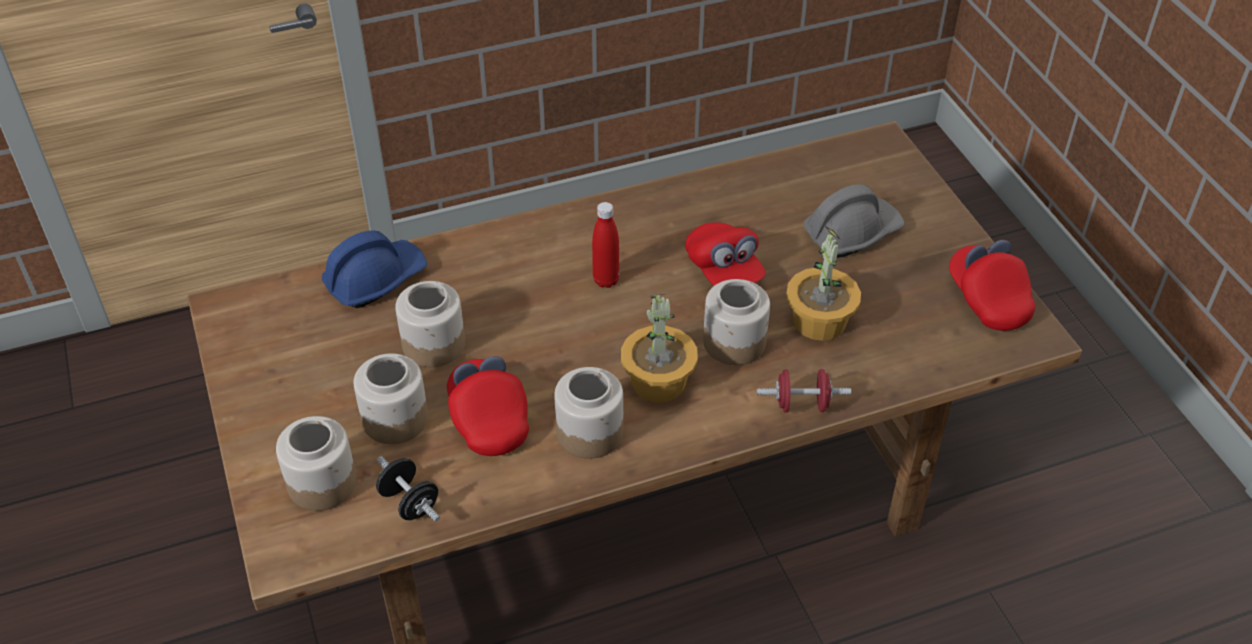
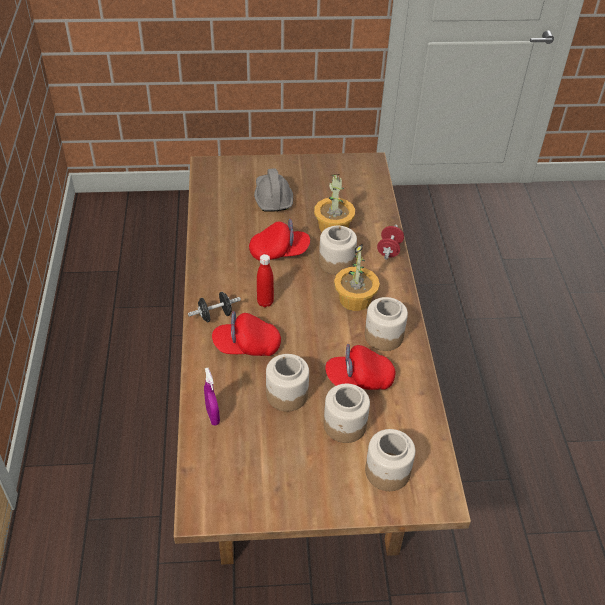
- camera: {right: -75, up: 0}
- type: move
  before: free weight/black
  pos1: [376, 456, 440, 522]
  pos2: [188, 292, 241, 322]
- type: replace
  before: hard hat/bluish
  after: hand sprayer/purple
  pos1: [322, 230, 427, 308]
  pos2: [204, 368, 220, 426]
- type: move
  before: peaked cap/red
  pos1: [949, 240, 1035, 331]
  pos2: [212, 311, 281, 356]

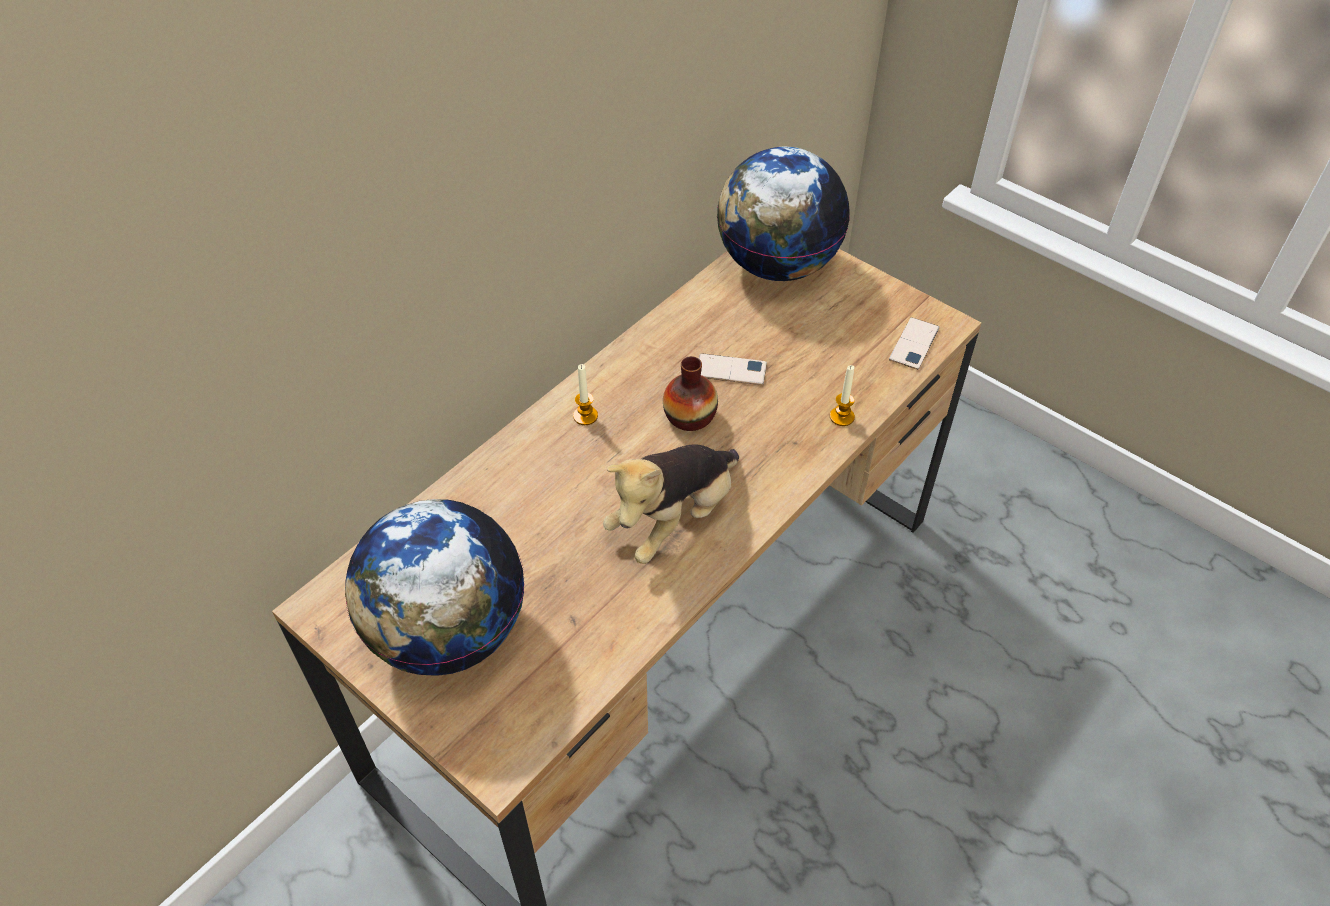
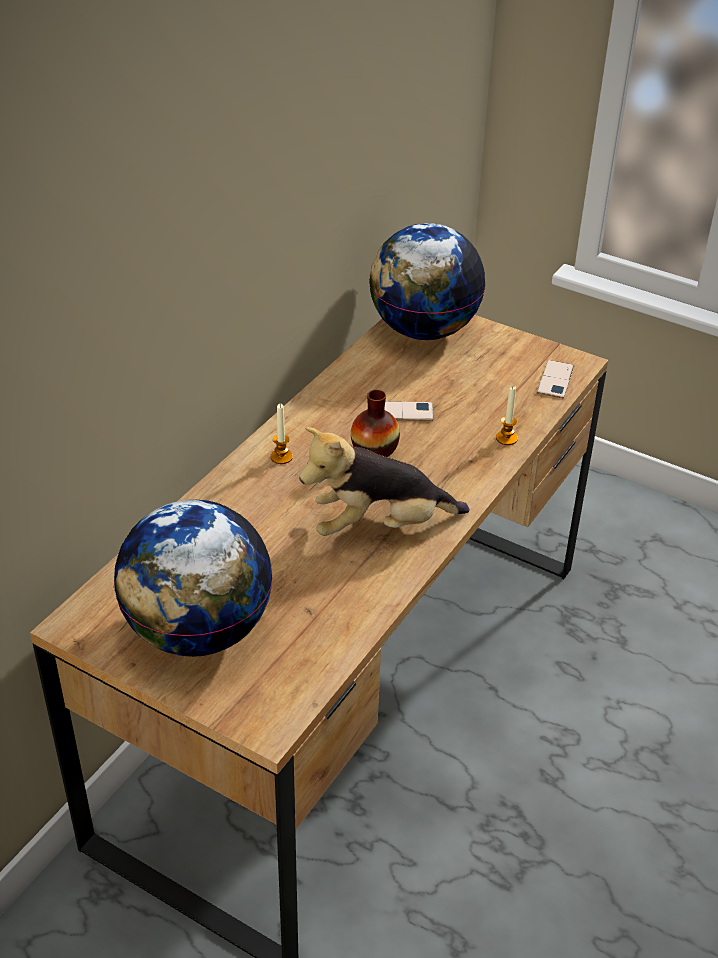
- camera: {right: -10, up: -10}
- type: rotate
  before: cuddly toy
  pos1: [603, 444, 739, 564]
  pos2: [299, 427, 470, 536]
  turn: 45

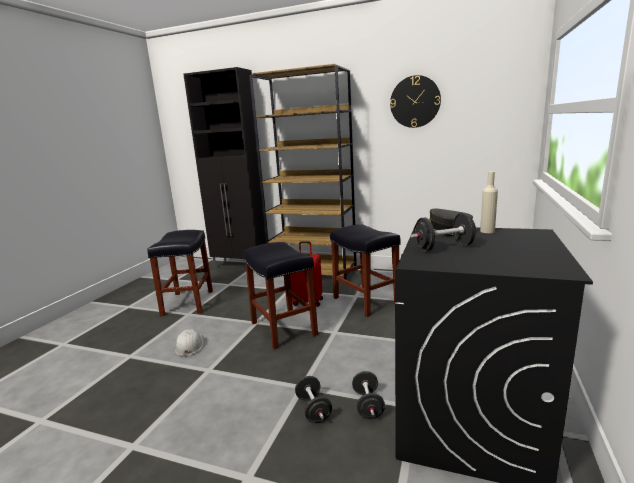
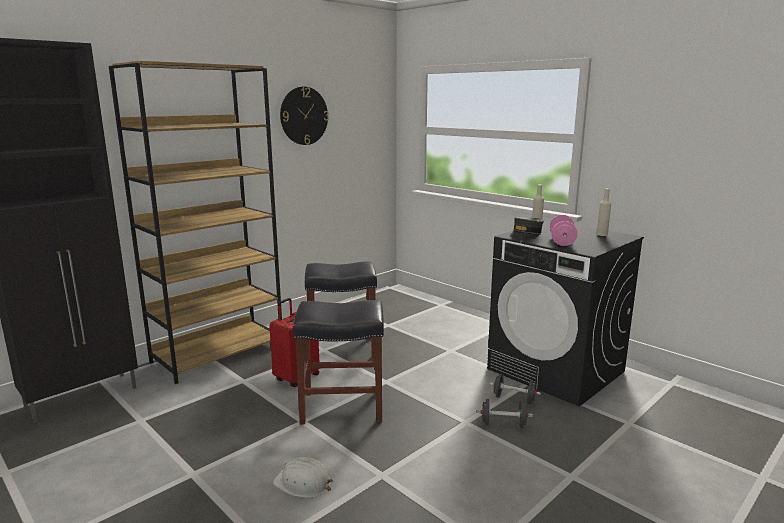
- camera: {right: -65, up: 0}
- type: recolor
  before: free weight/black
  after: free weight/pink-coloured
  pos1: [411, 213, 477, 251]
  pos2: [550, 215, 578, 246]
- type: insert
  after: drink bottle/beige-coloured
  pos2: [597, 189, 611, 236]
- type: delete
  before: stool/black
  pos1: [148, 230, 213, 316]

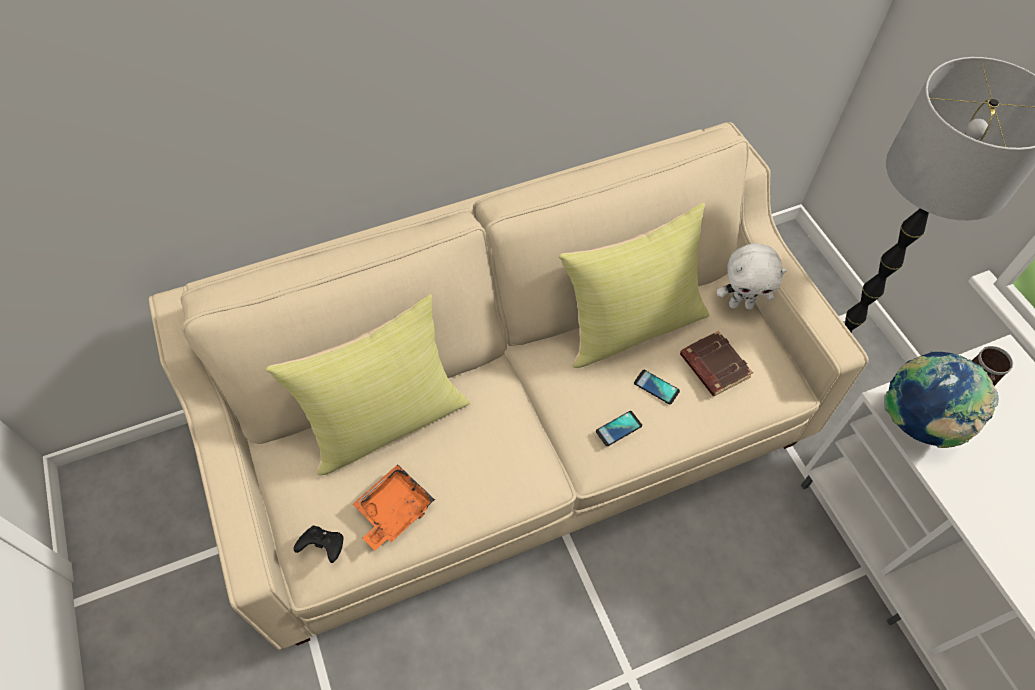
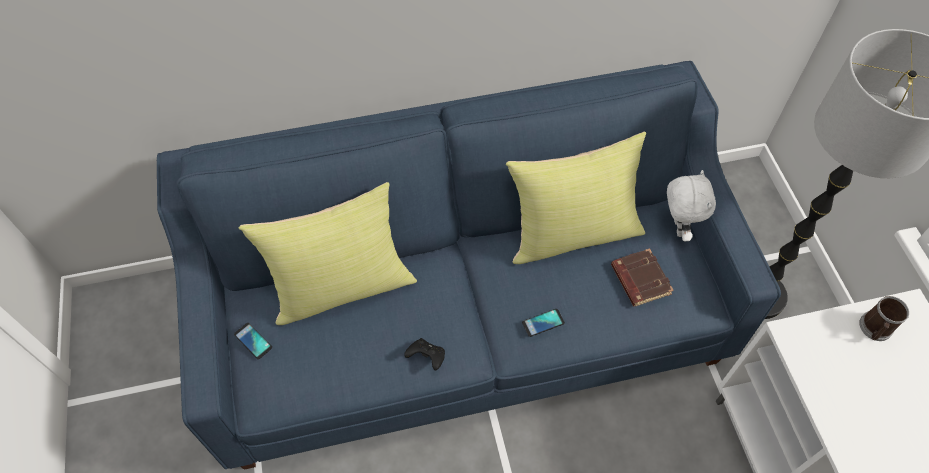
- camera: {right: 10, up: 0}
- type: recolor
  before: sofa/beige-coloured
  after: sofa/bluish
  pos1: [149, 122, 869, 650]
  pos2: [157, 61, 781, 470]
- type: move
  before: phone
  pos1: [634, 370, 680, 404]
  pos2: [234, 323, 272, 359]
- type: move
  before: gamepad/black
  pos1: [294, 525, 343, 563]
  pos2: [404, 338, 445, 370]
- type: rotate
  before: cuddly toy/white
  pos1: [717, 243, 787, 310]
  pos2: [667, 170, 716, 241]
  turn: -105
- type: delete
  before: carrying tray/orange
  pos1: [353, 464, 435, 551]
- type: delete
  before: world globe
  pos1: [884, 351, 999, 448]

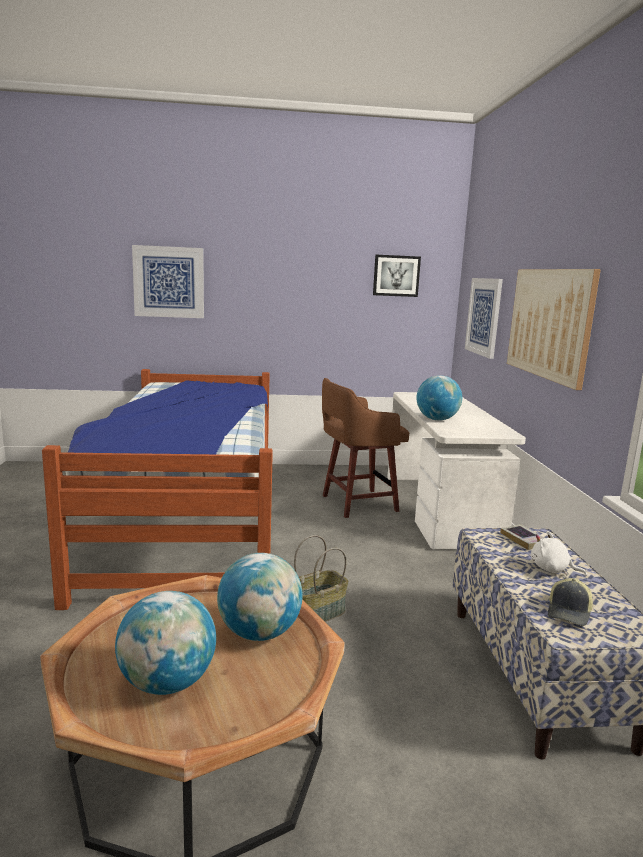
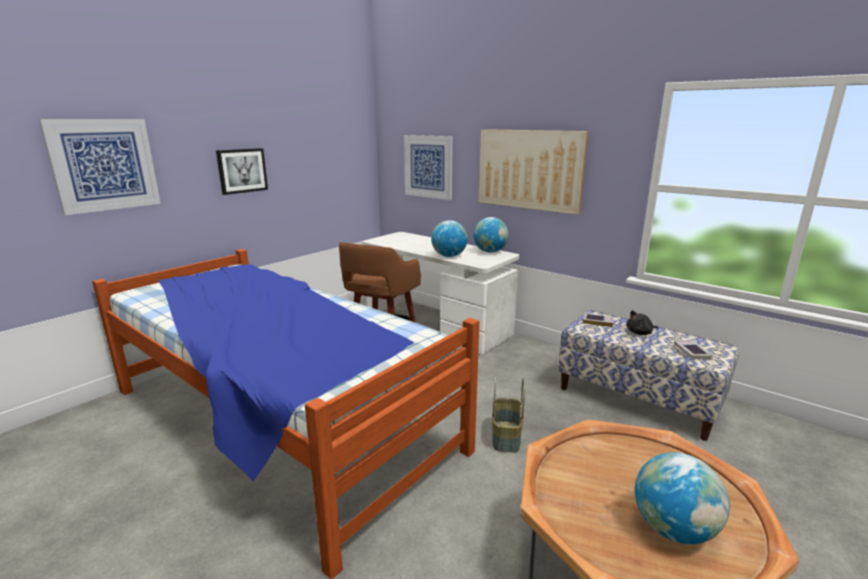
- camera: {right: -45, up: 5}
- type: move
  before: wall art
  pos1: [373, 255, 421, 297]
  pos2: [216, 148, 268, 195]
- type: move
  before: world globe
  pos1: [217, 553, 303, 641]
  pos2: [473, 217, 509, 253]
- type: recolor
  before: cuddly toy/white
  after: cuddly toy/black
  pos1: [531, 531, 587, 576]
  pos2: [627, 310, 658, 335]
- type: replace
  before: peaked cap
  after: book
  pos1: [548, 578, 593, 626]
  pos2: [674, 340, 712, 360]

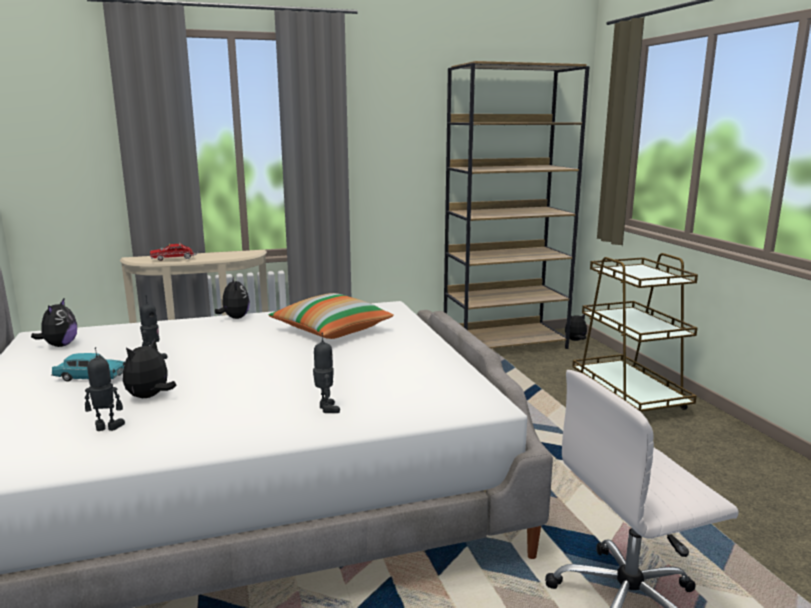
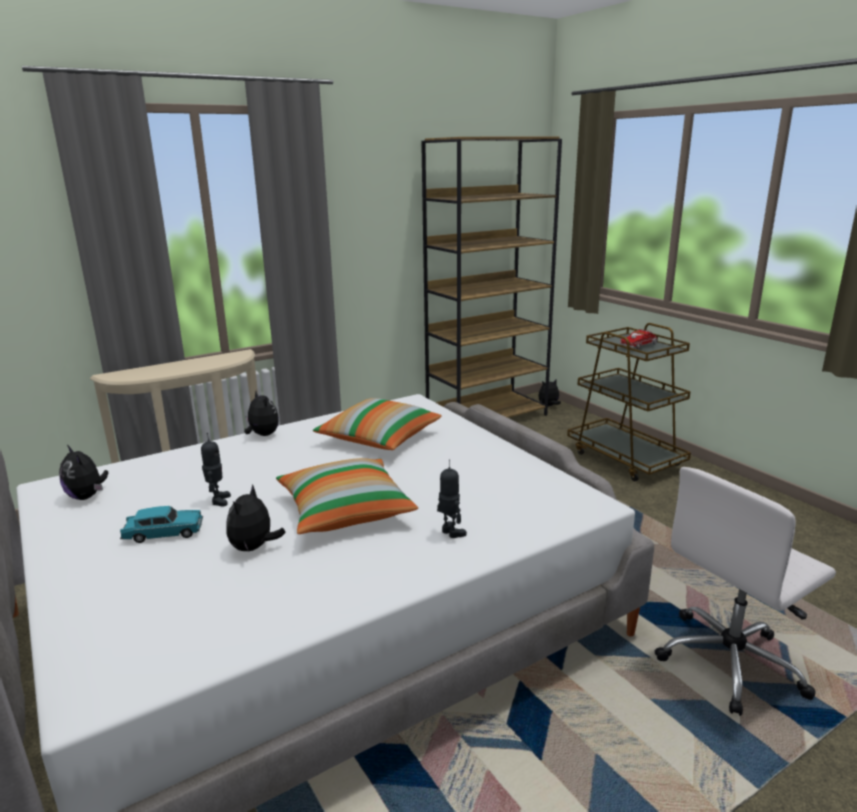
- camera: {right: -15, up: 5}
- type: rotate
  before: cuddly toy
  pos1: [31, 299, 77, 347]
  pos2: [59, 445, 108, 500]
  turn: 150
- type: insert
  after: pillow
  pos2: [276, 458, 418, 534]
- type: move
  before: toy truck
  pos1: [150, 242, 198, 261]
  pos2: [620, 329, 658, 349]
- type: delete
  before: robot figure
  pos1: [85, 347, 125, 431]

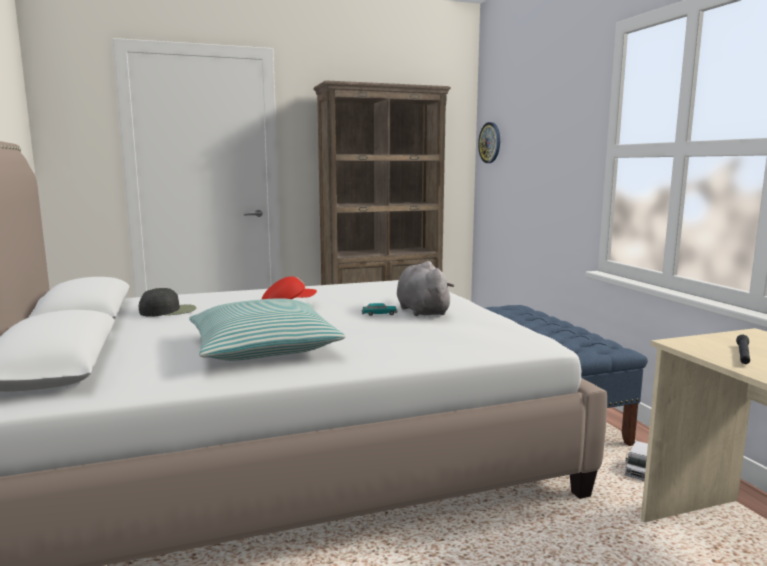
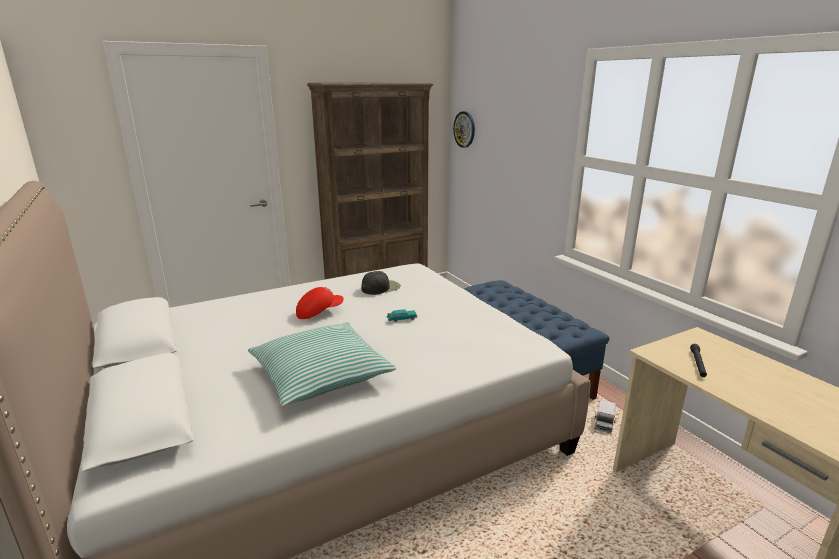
- camera: {right: -10, up: 10}
- type: move
  before: peaked cap/black
  pos1: [139, 288, 196, 317]
  pos2: [361, 271, 401, 295]
- type: delete
  before: cuddly toy/gray
  pos1: [397, 261, 454, 316]

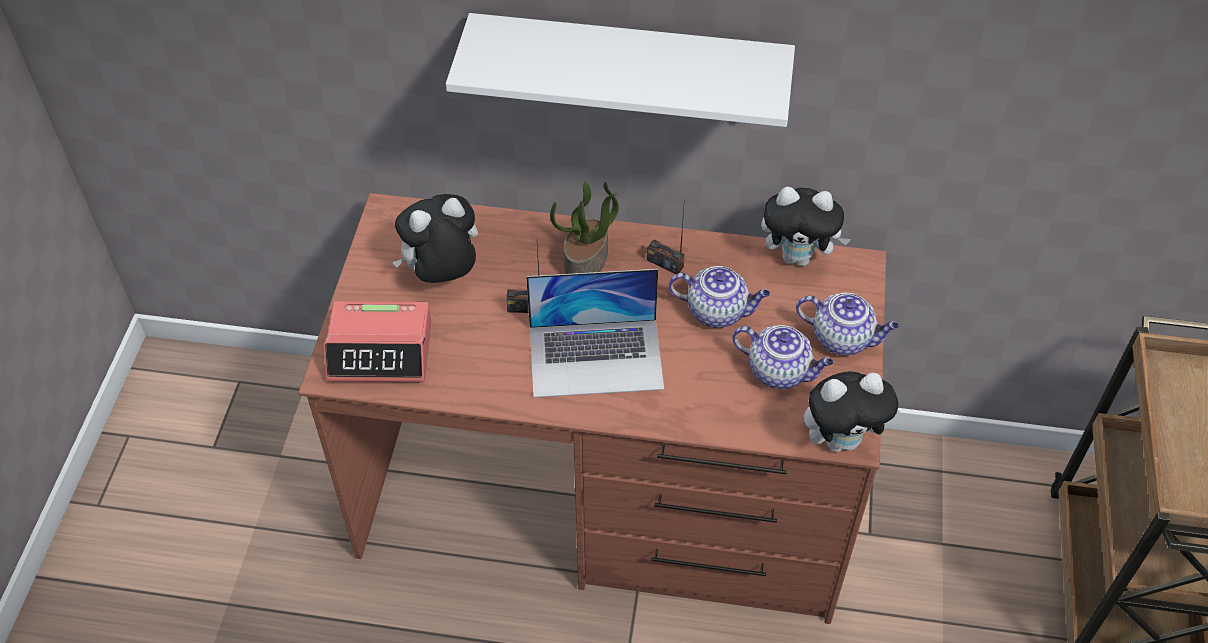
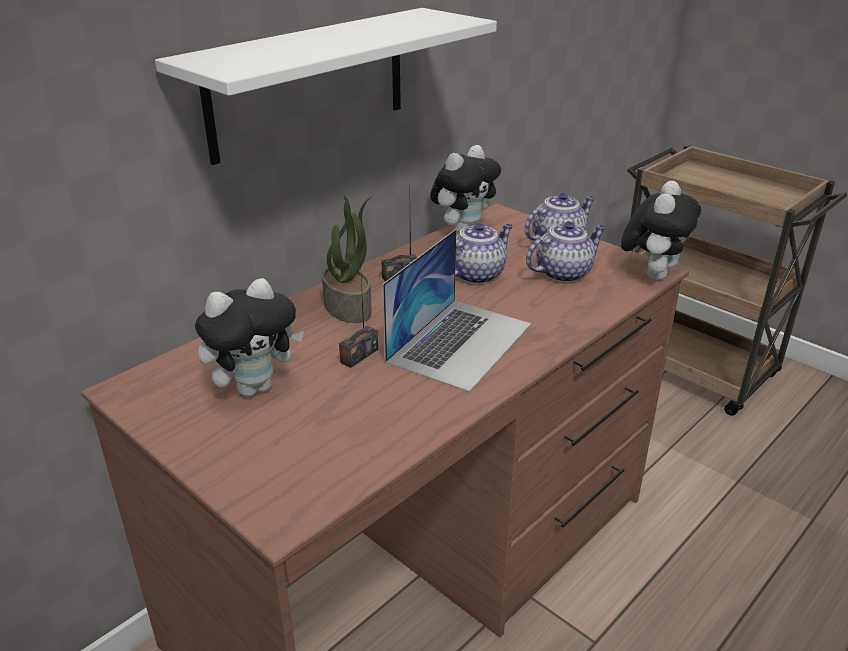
- camera: {right: -55, up: -20}
- type: rotate
  before: cuddly toy
  pos1: [392, 194, 478, 283]
  pos2: [195, 278, 304, 397]
  turn: -135
- type: delete
  before: bedside clock
  pos1: [324, 301, 432, 382]

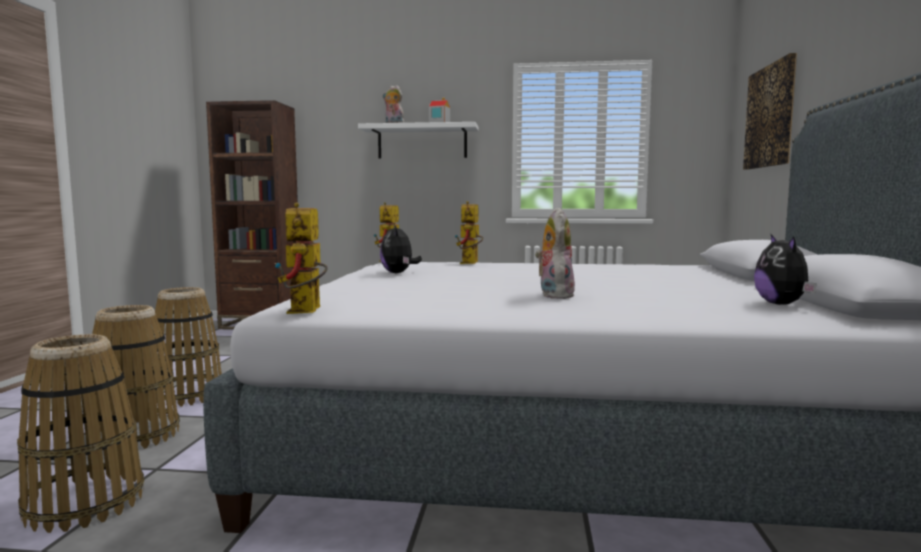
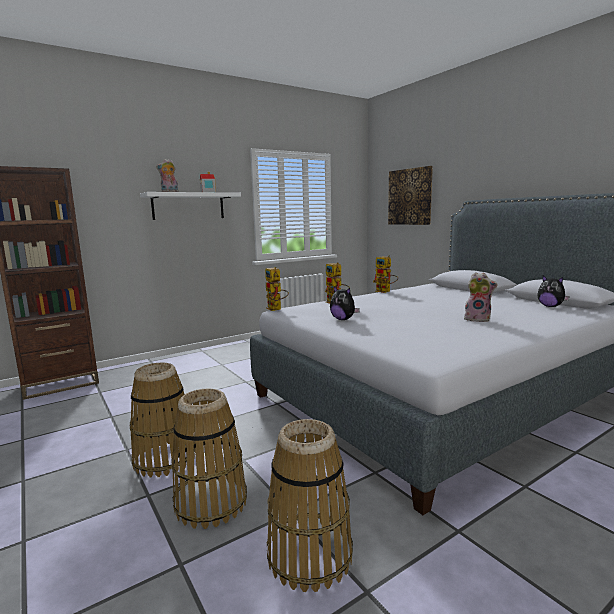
- camera: {right: -40, up: 5}
- type: move
  before: robot figure
  pos1: [275, 202, 328, 314]
  pos2: [373, 255, 398, 293]
- type: rotate
  before: cuddly toy
  pos1: [535, 207, 575, 299]
  pos2: [463, 272, 498, 322]
  turn: 150

